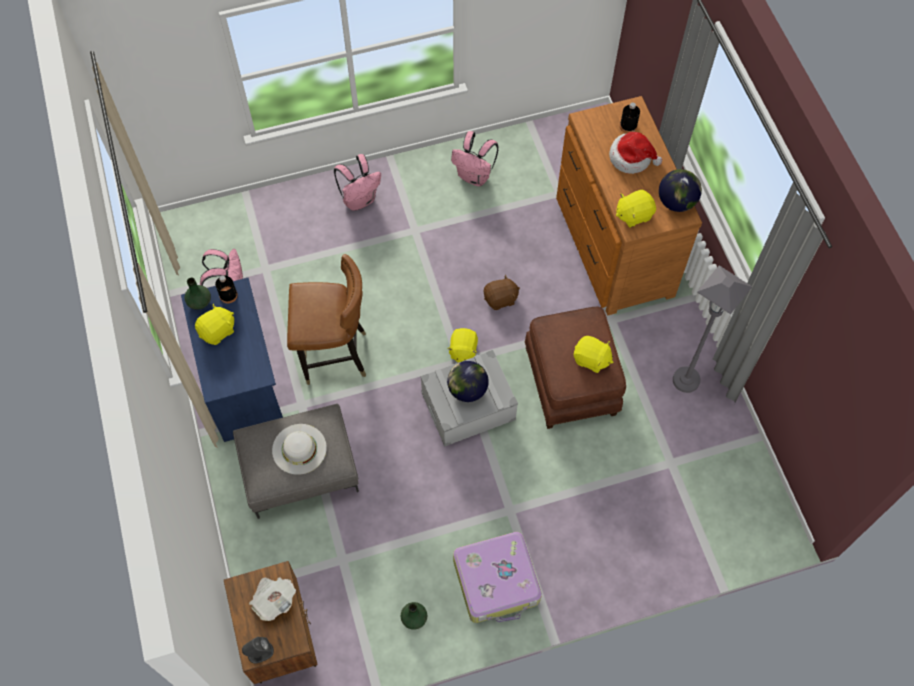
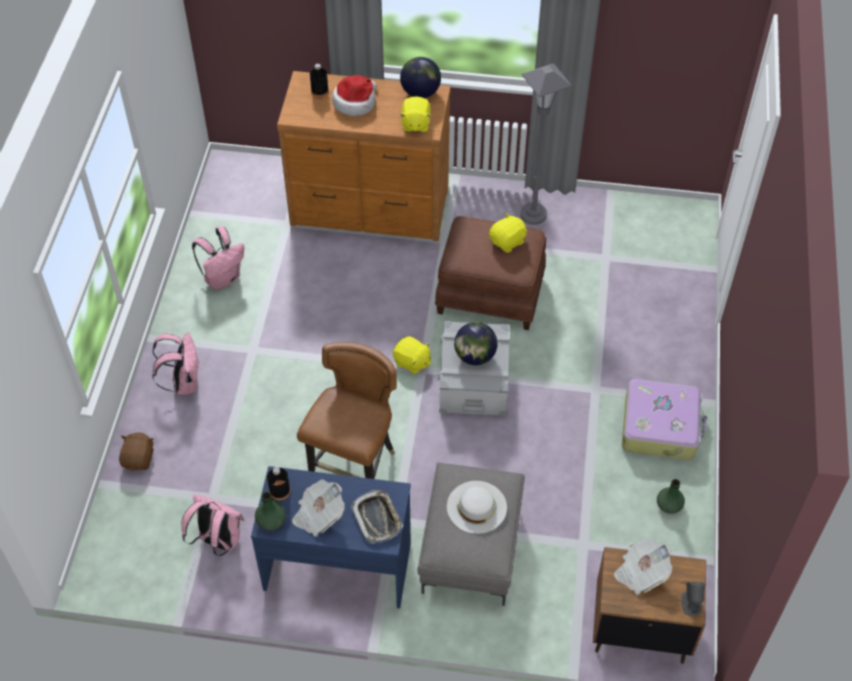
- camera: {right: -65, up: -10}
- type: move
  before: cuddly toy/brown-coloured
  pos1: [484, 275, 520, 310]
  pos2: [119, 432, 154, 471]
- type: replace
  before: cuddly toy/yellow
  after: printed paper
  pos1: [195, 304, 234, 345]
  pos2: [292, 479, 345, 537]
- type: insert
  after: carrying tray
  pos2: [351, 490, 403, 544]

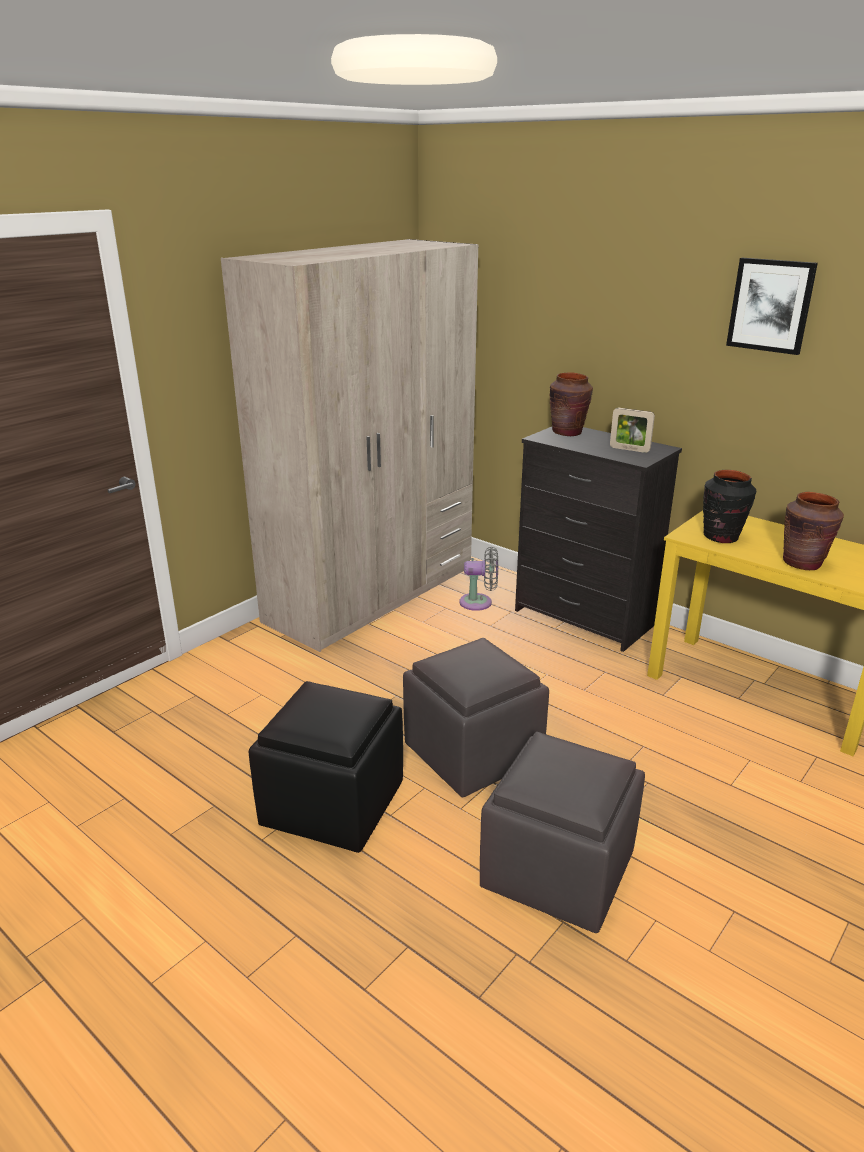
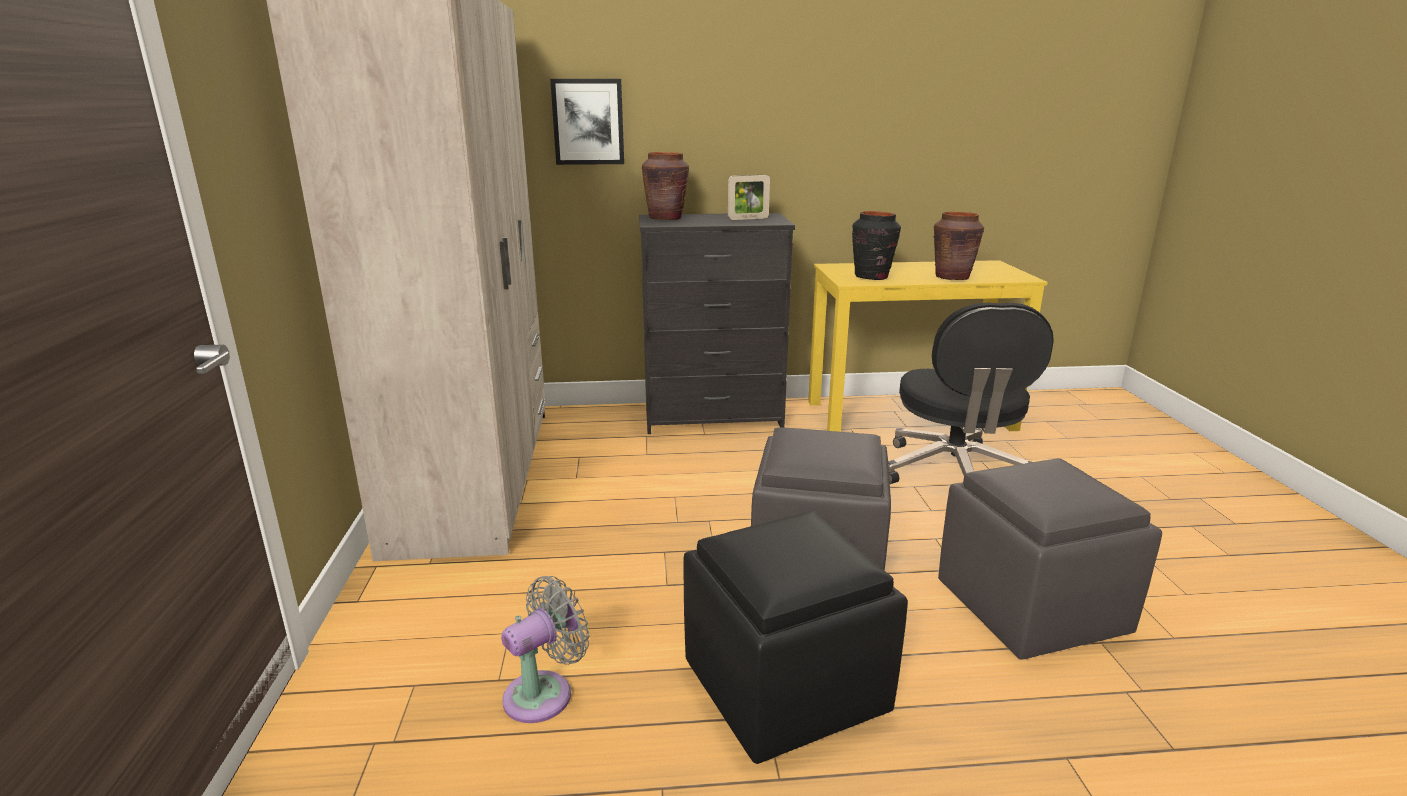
- camera: {right: -45, up: -5}
- type: move
  before: cooling fan/gray
  pos1: [460, 547, 498, 611]
  pos2: [501, 576, 589, 723]
- type: move
  before: wall art
  pos1: [726, 258, 818, 355]
  pos2: [550, 79, 624, 165]
- type: insert
  after: office chair/black
  pos2: [888, 302, 1054, 484]

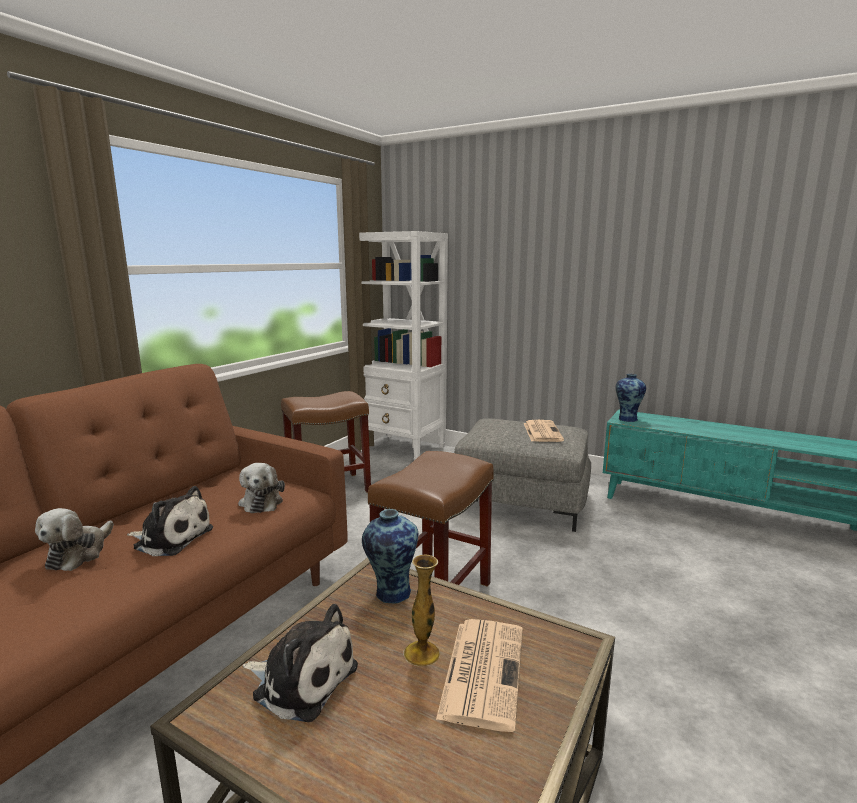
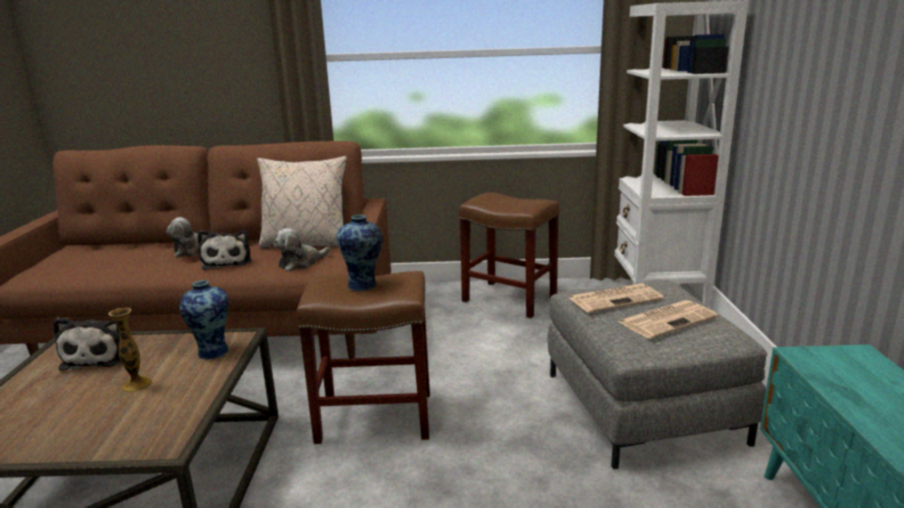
- camera: {right: 60, up: 5}
- type: insert
  after: pillow/beige-coloured
  pos2: [257, 156, 347, 248]
- type: move
  before: flower vase
  pos1: [616, 374, 646, 422]
  pos2: [337, 215, 383, 291]
- type: move
  before: printed paper
  pos1: [436, 619, 523, 732]
  pos2: [568, 283, 664, 313]

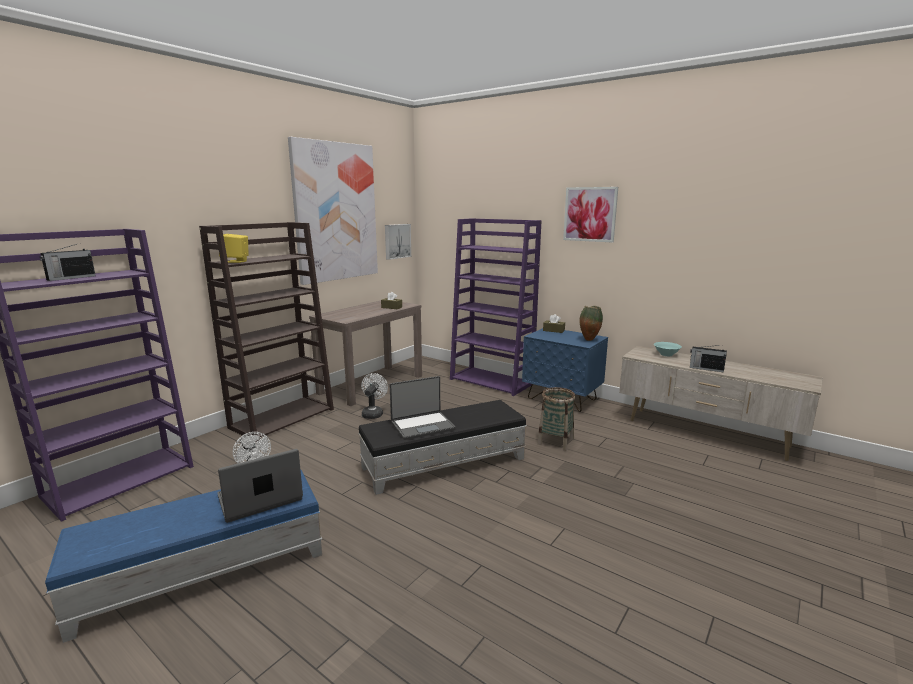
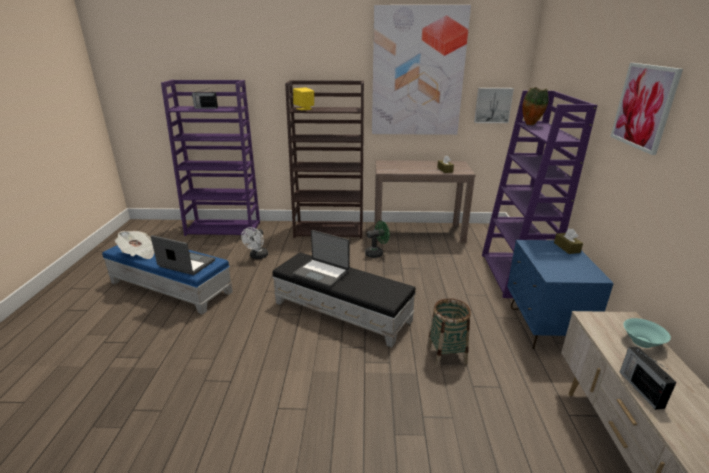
- camera: {right: 55, up: 10}
- type: insert
  after: printed paper
  pos2: [115, 231, 154, 259]
- type: recolor
  before: cooling fan/white
  after: cooling fan/green-coloured
  pos1: [361, 373, 388, 419]
  pos2: [365, 221, 390, 258]
- type: move
  before: flower vase
  pos1: [580, 306, 603, 341]
  pos2: [522, 87, 549, 125]

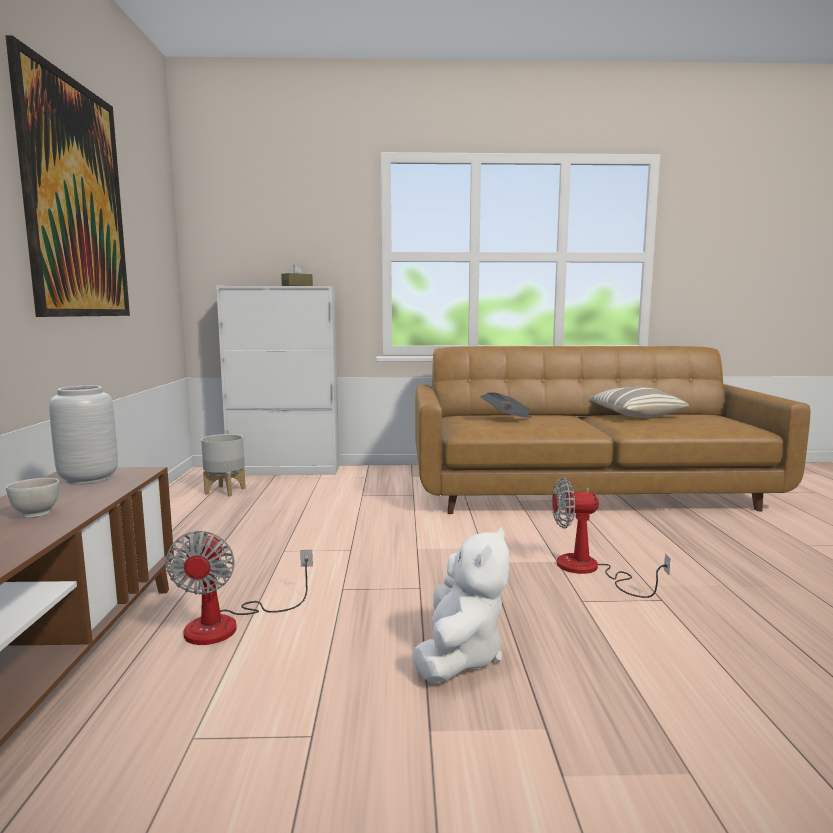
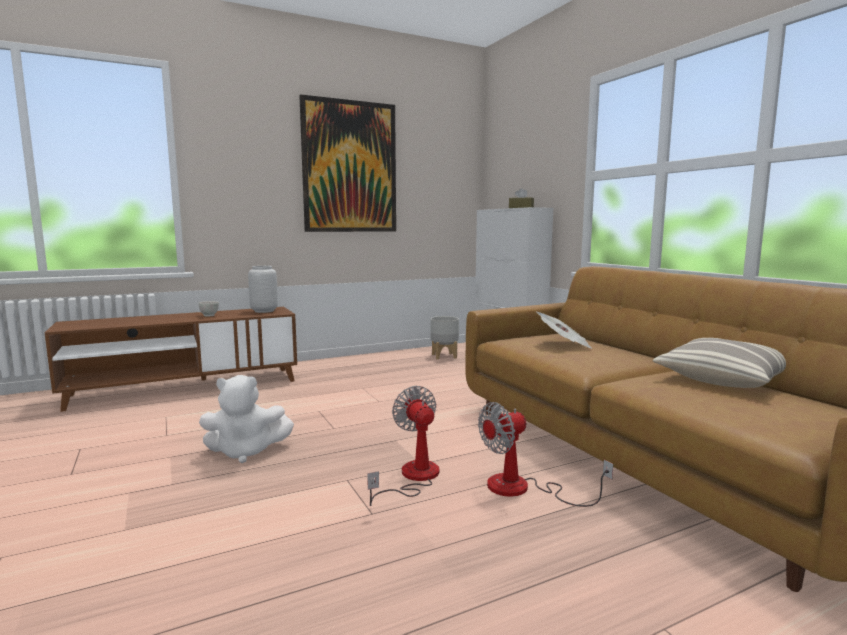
- camera: {right: 65, up: 0}
- type: move
  before: cooling fan
  pos1: [165, 531, 313, 645]
  pos2: [478, 402, 613, 507]

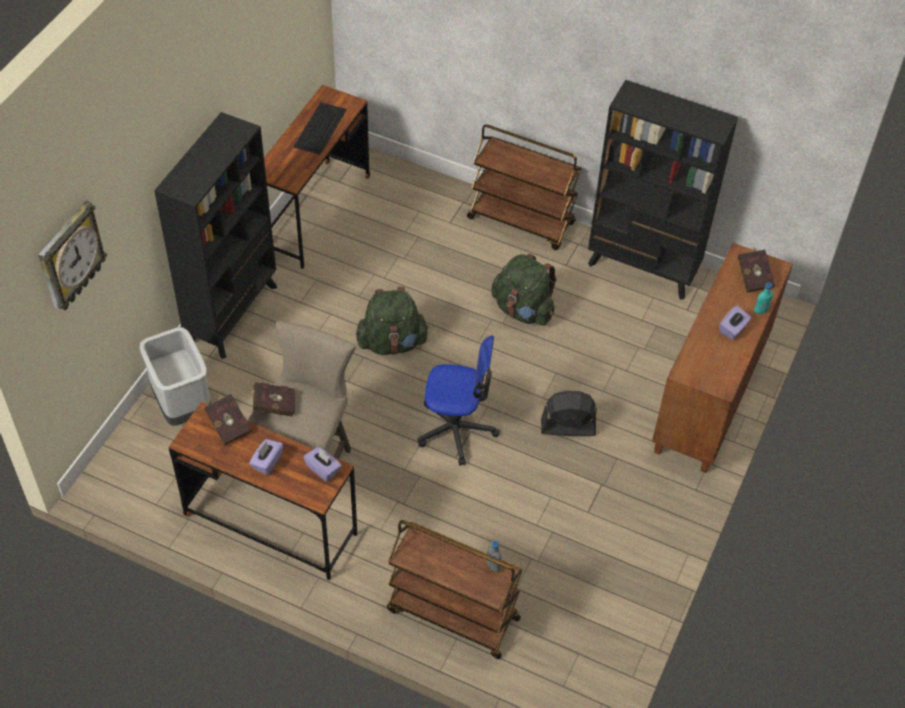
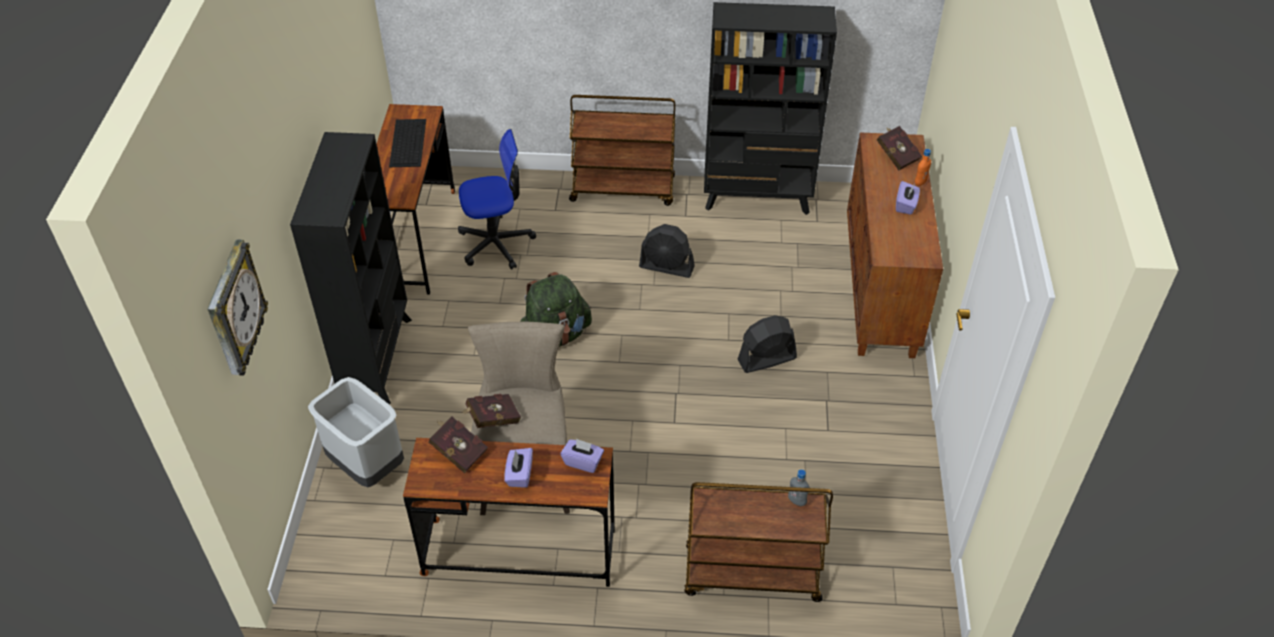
- camera: {right: -20, up: -5}
- type: move
  before: office chair
  pos1: [417, 335, 499, 466]
  pos2: [458, 129, 536, 270]
- type: replace
  before: backpack/green-coloured
  after: cooling fan/black
  pos1: [491, 254, 557, 326]
  pos2: [639, 224, 695, 278]
- type: recolor
  before: drink bottle/turquoise
  after: drink bottle/orange
  pos1: [754, 283, 773, 314]
  pos2: [915, 149, 931, 186]

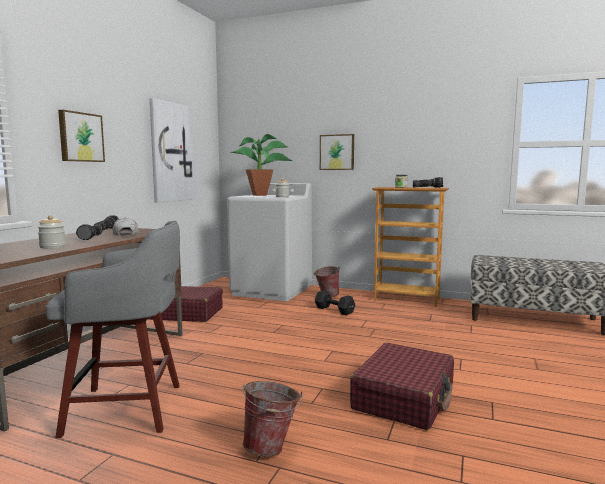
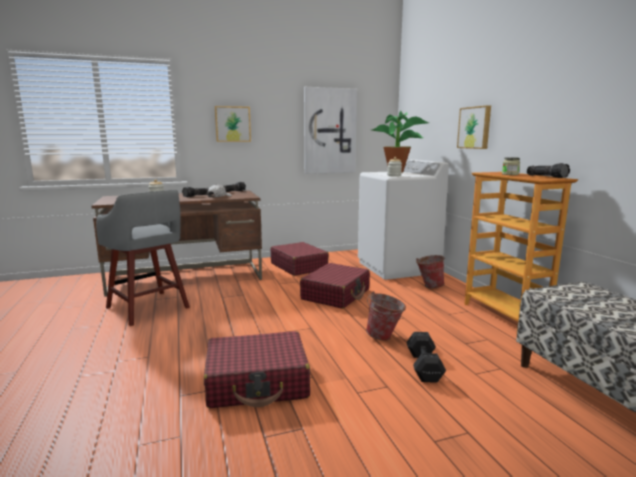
- camera: {right: 50, up: 5}
- type: insert
  after: piece of luggage/red
  pos2: [300, 263, 370, 309]
- type: move
  before: bucket
  pos1: [243, 381, 303, 456]
  pos2: [366, 291, 406, 341]
- type: move
  before: free weight/black
  pos1: [315, 290, 355, 315]
  pos2: [406, 332, 446, 383]

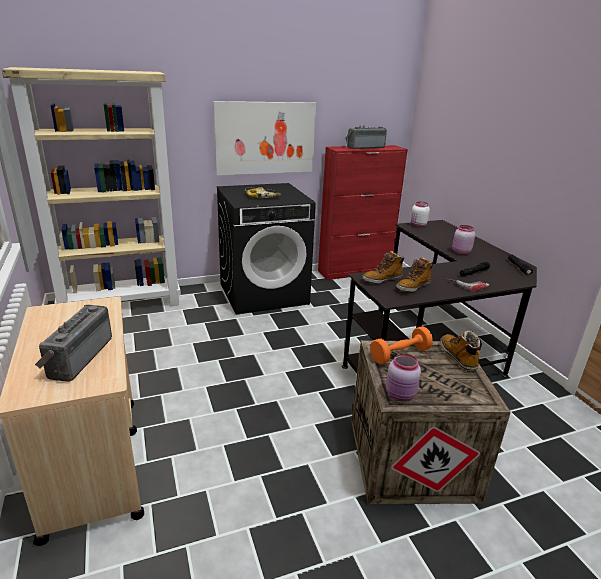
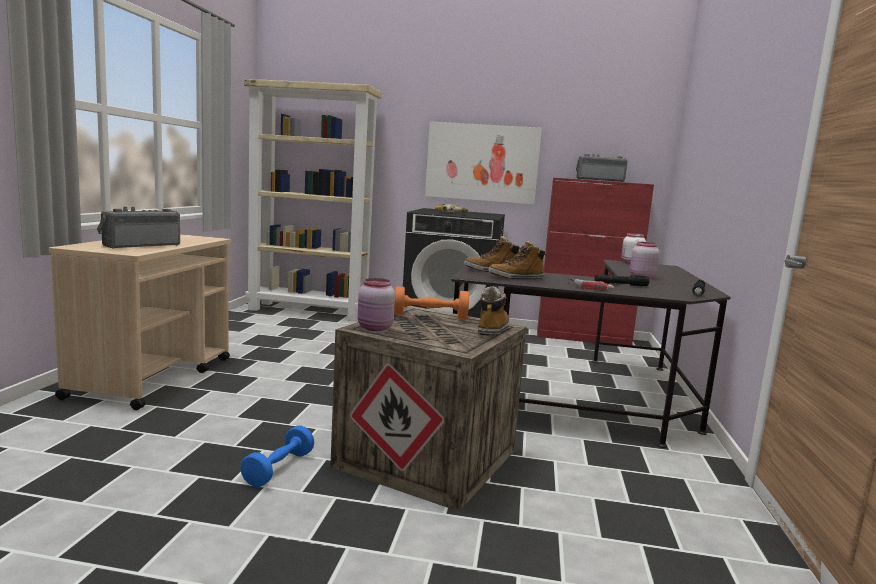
- camera: {right: 30, up: -15}
- type: insert
  after: free weight/bluish
  pos2: [240, 425, 314, 487]

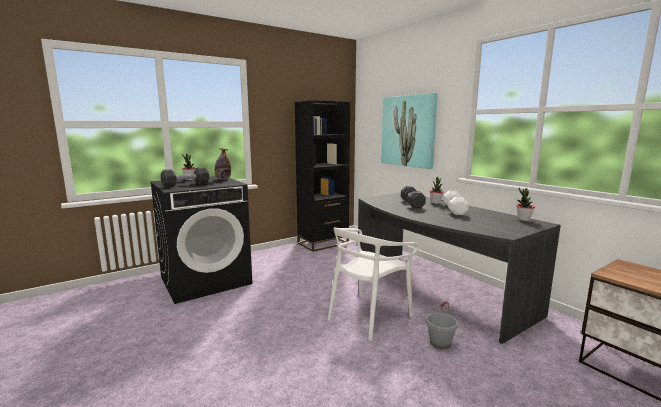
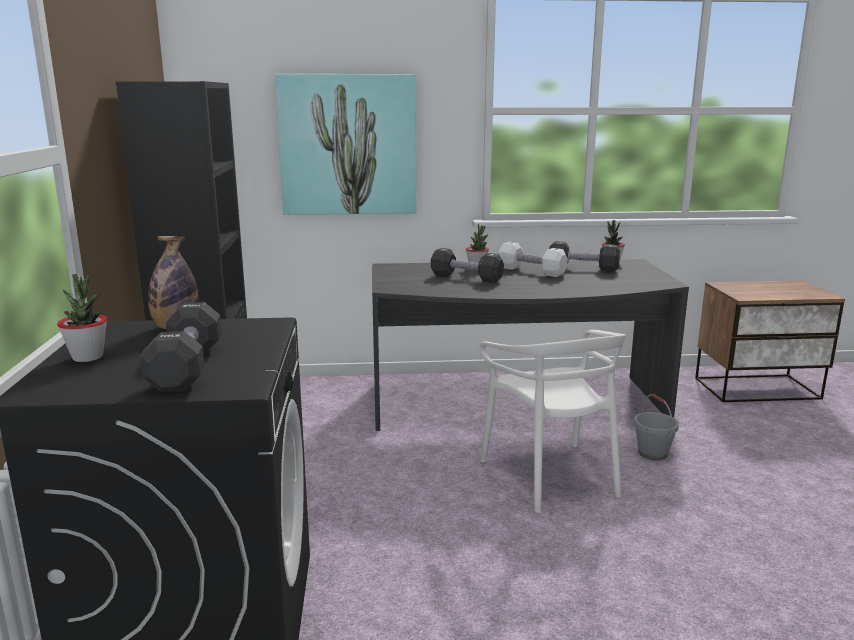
- camera: {right: -60, up: 5}
- type: insert
  after: free weight/black
  pos2: [549, 241, 620, 272]

